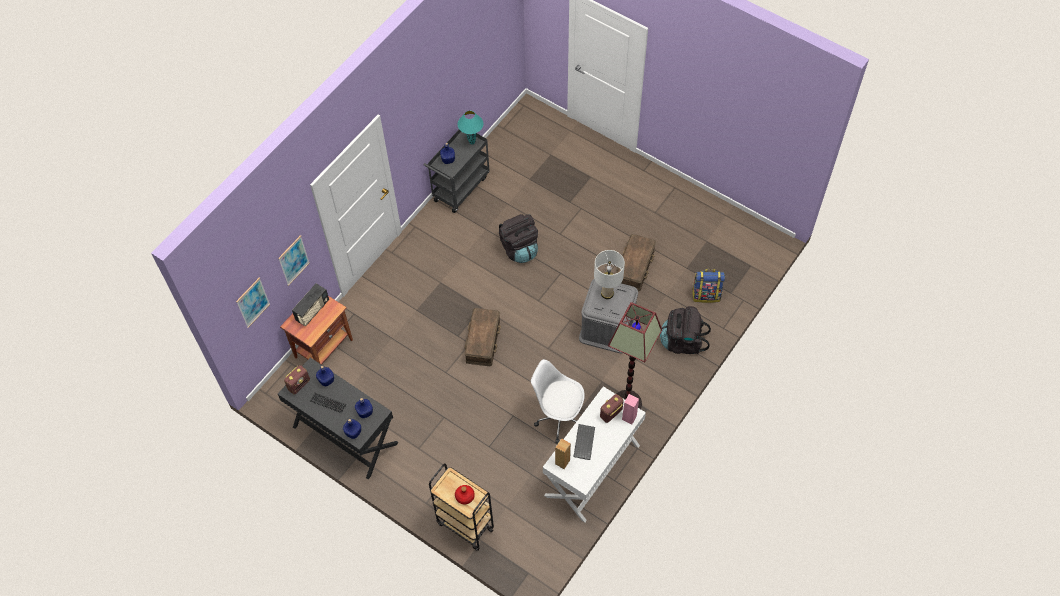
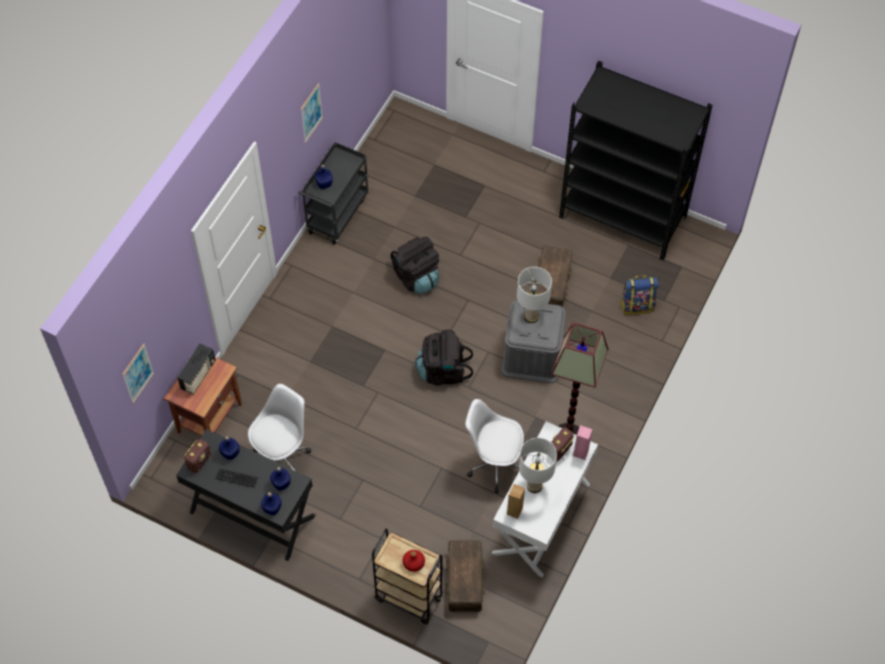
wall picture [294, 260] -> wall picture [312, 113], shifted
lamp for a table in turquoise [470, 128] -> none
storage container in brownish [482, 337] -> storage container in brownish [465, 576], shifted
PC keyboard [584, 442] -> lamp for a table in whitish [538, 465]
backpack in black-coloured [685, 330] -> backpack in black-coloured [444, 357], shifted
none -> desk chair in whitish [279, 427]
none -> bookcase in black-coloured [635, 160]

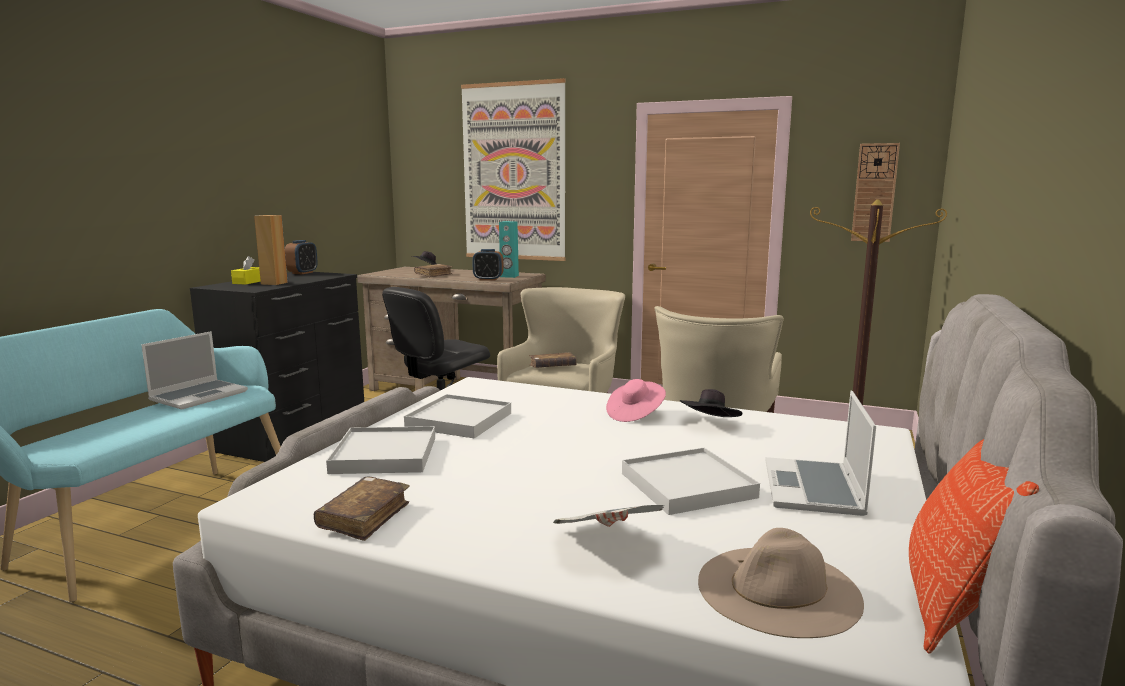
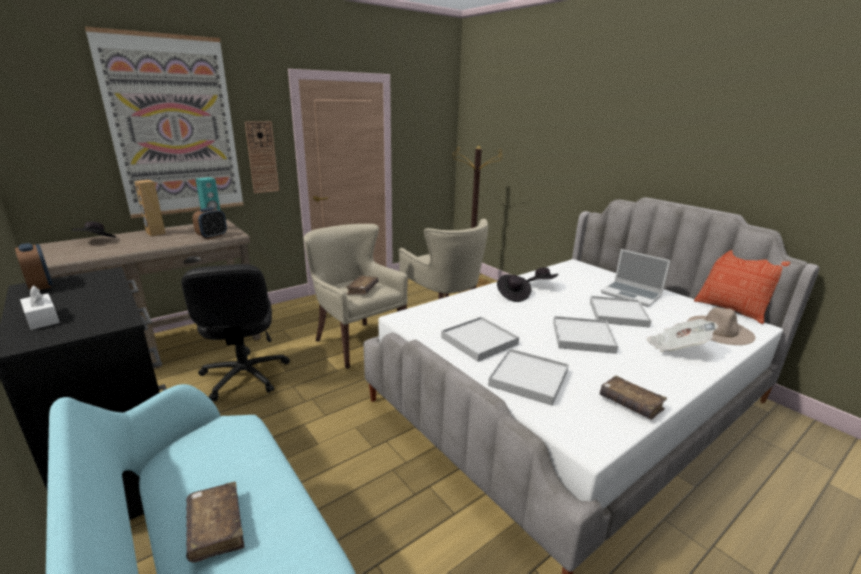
laptop [194, 370] -> none
box of tissues in yellowish [246, 270] -> box of tissues in whitish [40, 307]
speaker in brownish [271, 250] -> speaker in brownish [150, 208], shifted
volume in brownish [433, 270] -> volume in brownish [215, 522], shifted
hat in pinkish [636, 400] -> hat in black-coloured [514, 288]
clock on the wall [875, 192] -> clock on the wall [262, 157], shifted
none -> serving tray in whitish [585, 335]

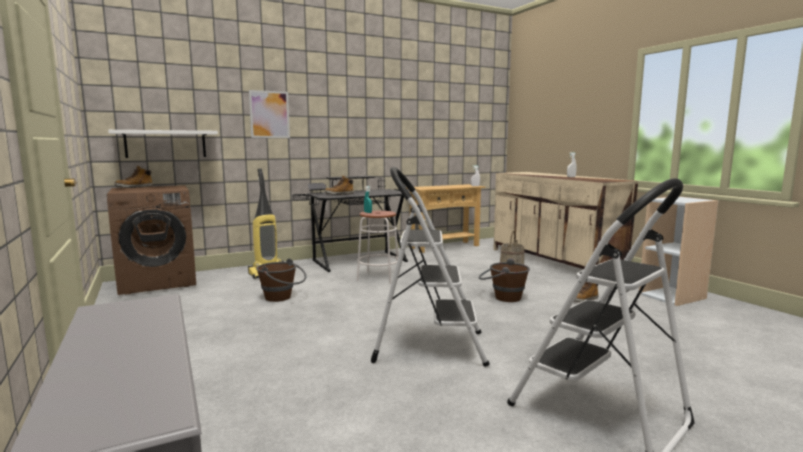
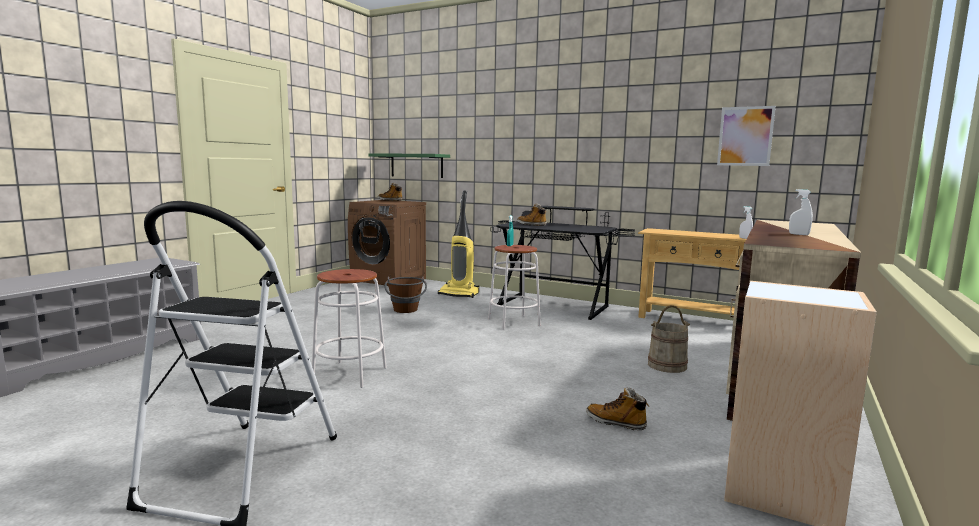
wall shelf in whitish [163, 144] -> wall shelf in green [409, 165]
wall picture [269, 114] -> wall picture [746, 136], shifted
step stool [430, 266] -> stool seat in whitish [349, 328]
water bucket in brownish [504, 280] -> none

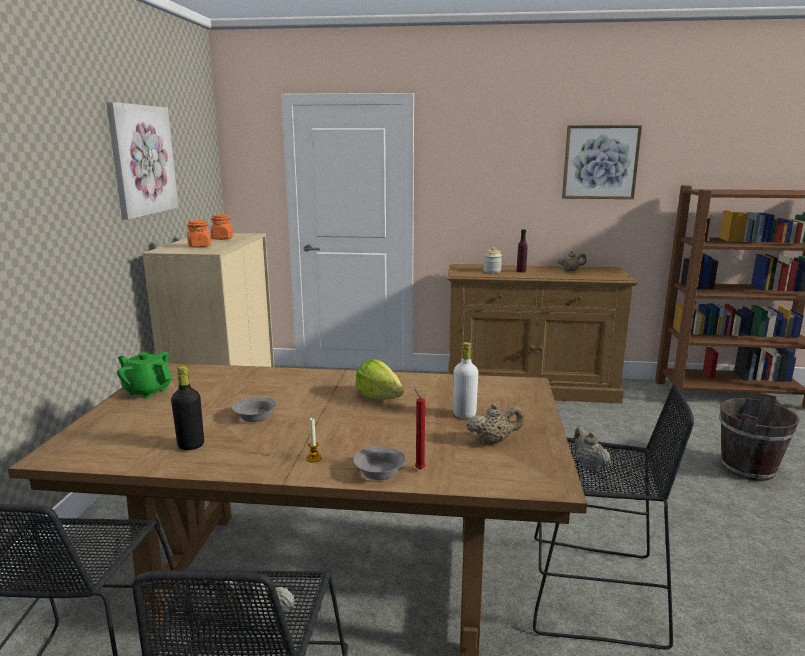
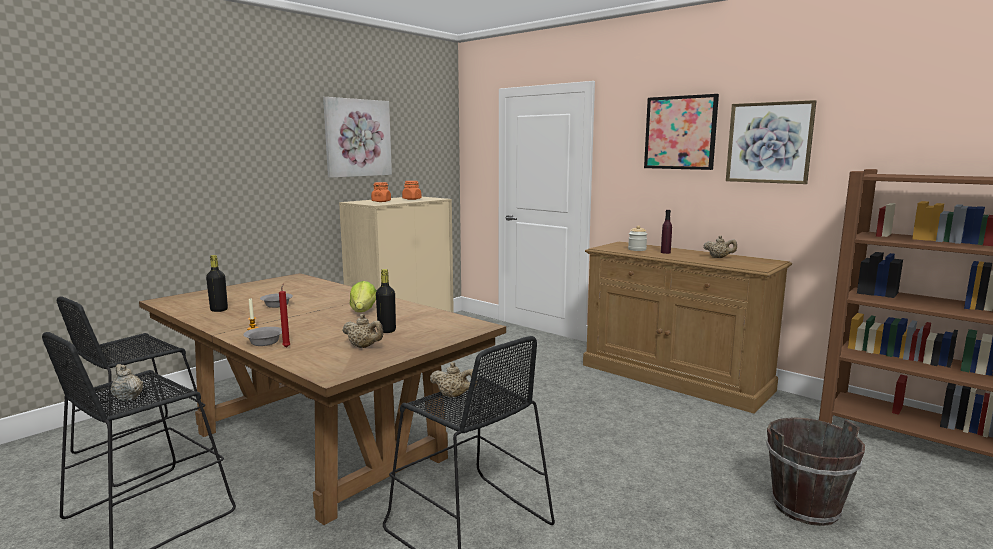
pot for tea in green [144, 375] -> none
bottle in whitish [466, 380] -> bottle in black-coloured [386, 301]
pot for tea in beige-coloured [592, 449] -> pot for tea in beige-coloured [453, 379], 90 degrees clockwise
none -> wall picture [681, 132]

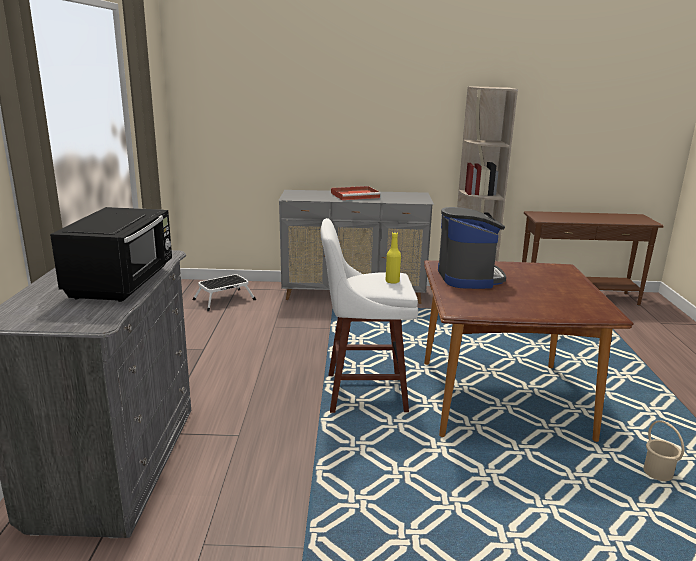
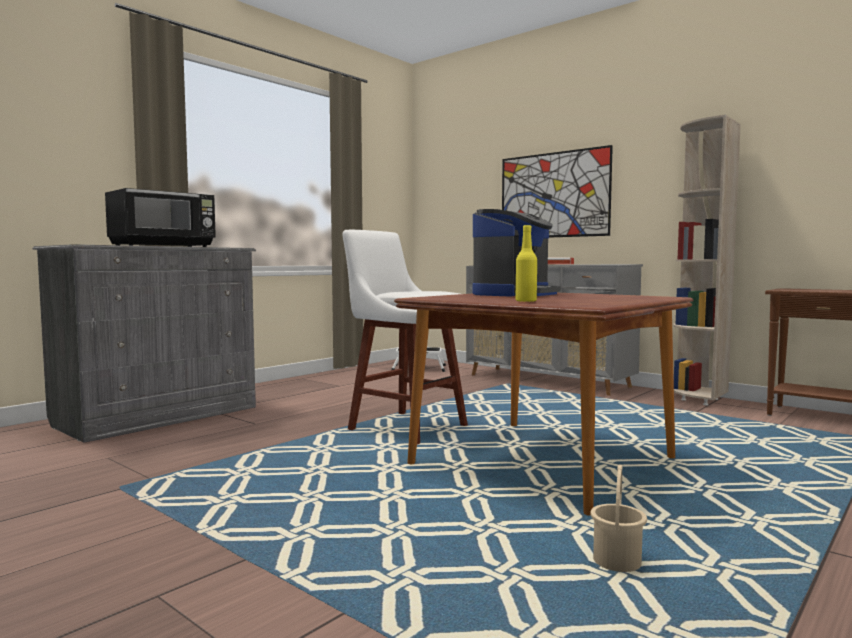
bottle in yellowish [393, 258] -> bottle in yellowish [526, 263], shifted
none -> wall picture [557, 191]

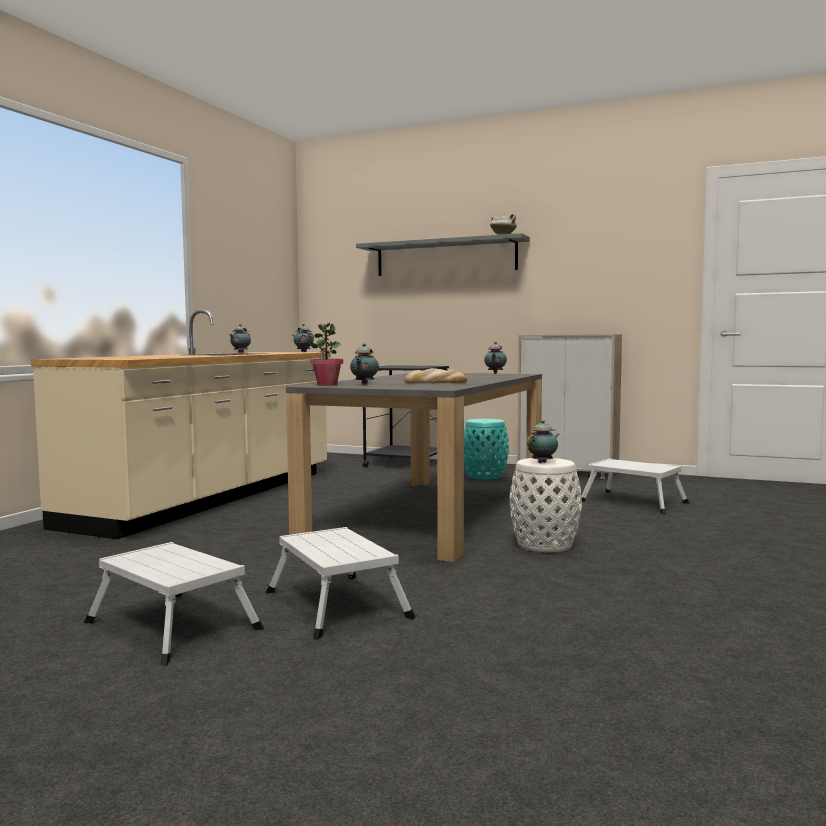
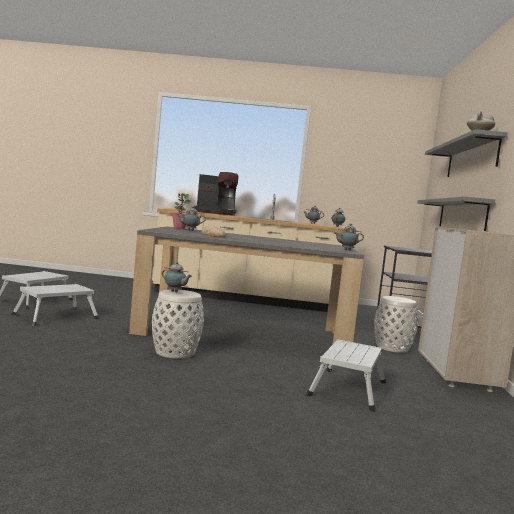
stool seat in turquoise [486, 449] -> stool seat in whitish [396, 324]
none -> coffee maker [216, 194]
none -> wall shelf in grey [456, 213]

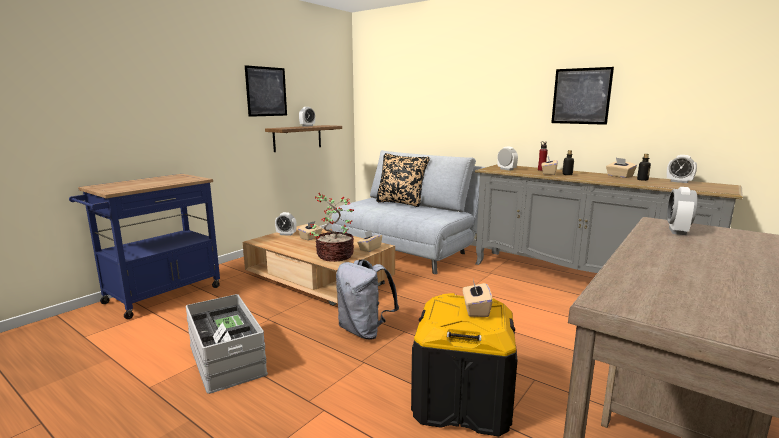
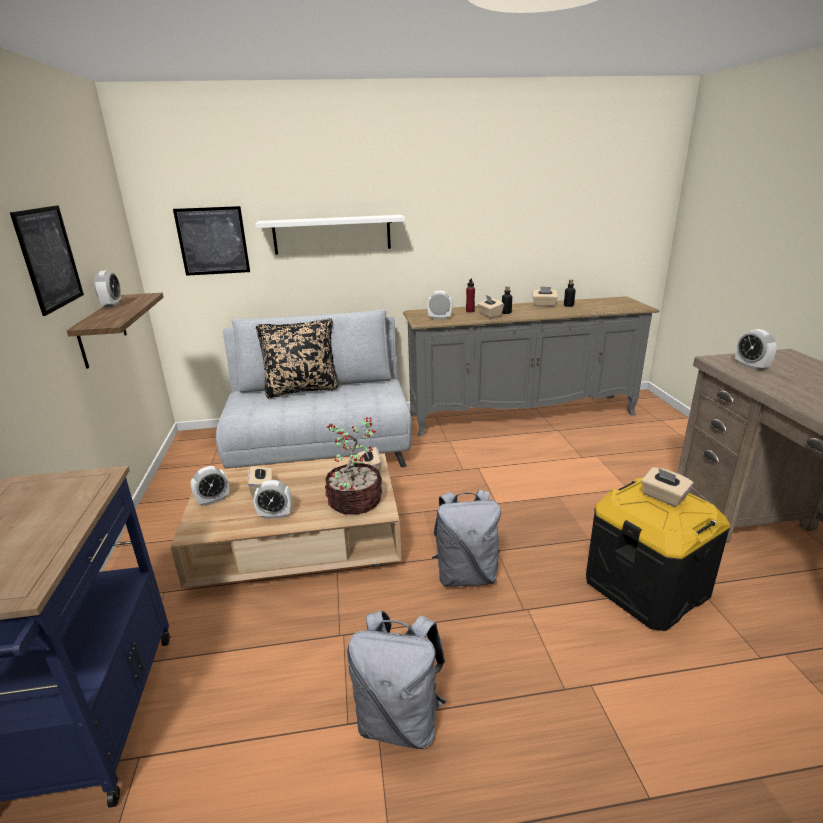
storage container in grey [227, 344] -> backpack in grey [396, 680]
wall picture [582, 96] -> wall picture [211, 241], shifted
alarm clock [682, 169] -> alarm clock [272, 499], shifted
none -> wall shelf in whitish [330, 235]

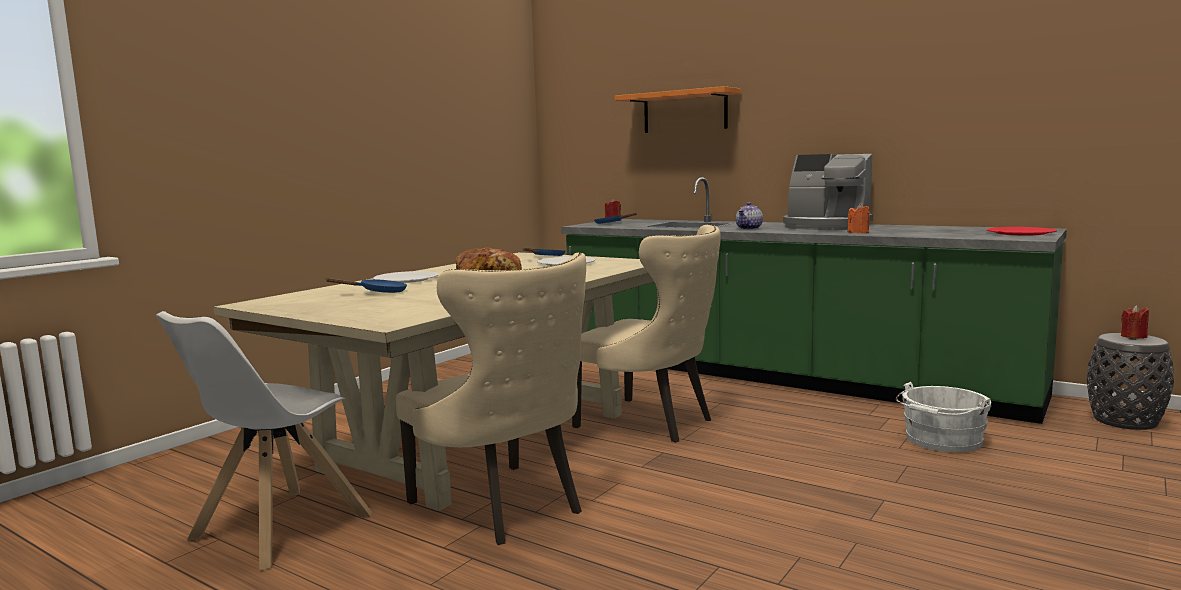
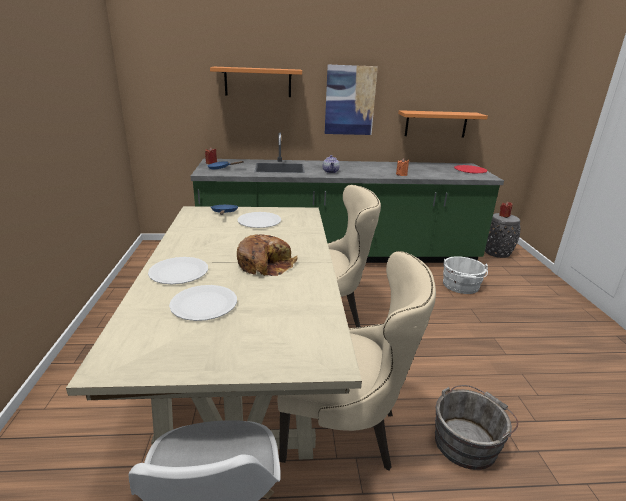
skillet in blue-coloured [366, 285] -> dinner plate in whitish [203, 303]
coffee maker [828, 192] -> none
none -> wall picture [351, 100]
none -> wall shelf in orange [443, 124]
none -> water bucket in grey [476, 427]

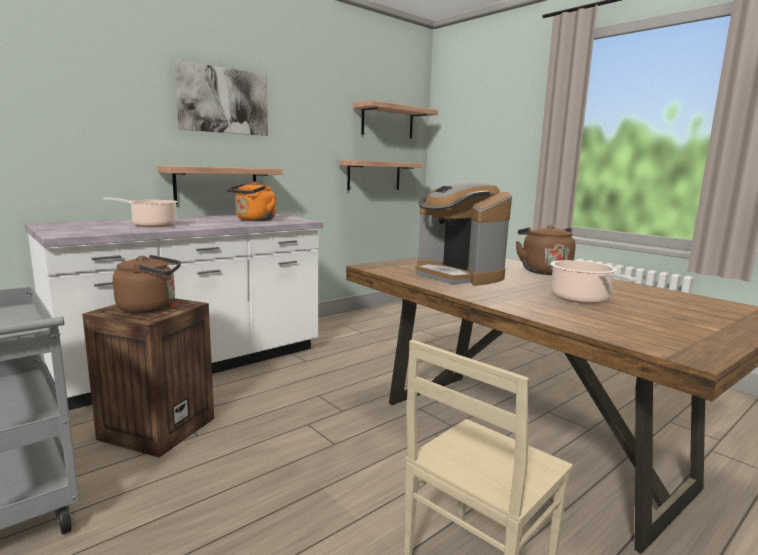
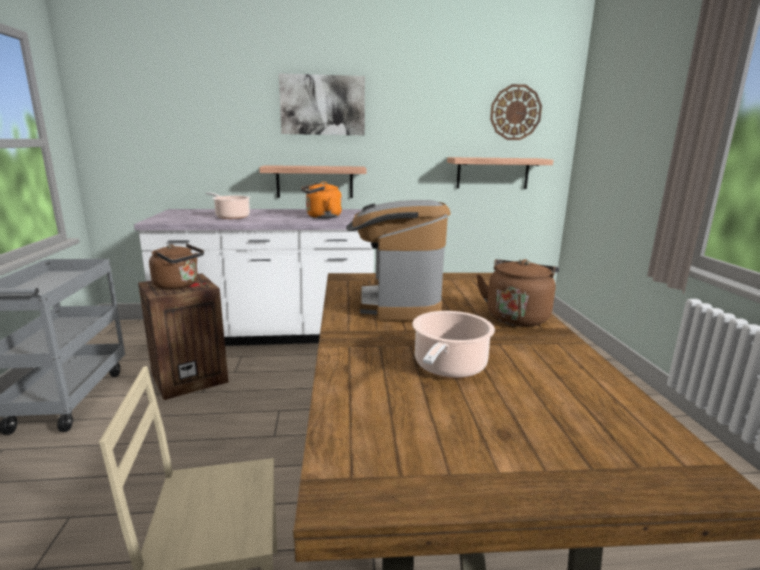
wall shelf [395, 119] -> clock on the wall [516, 112]

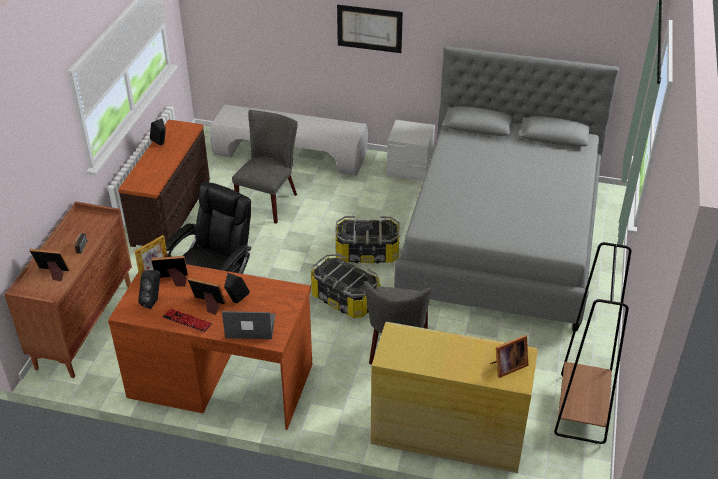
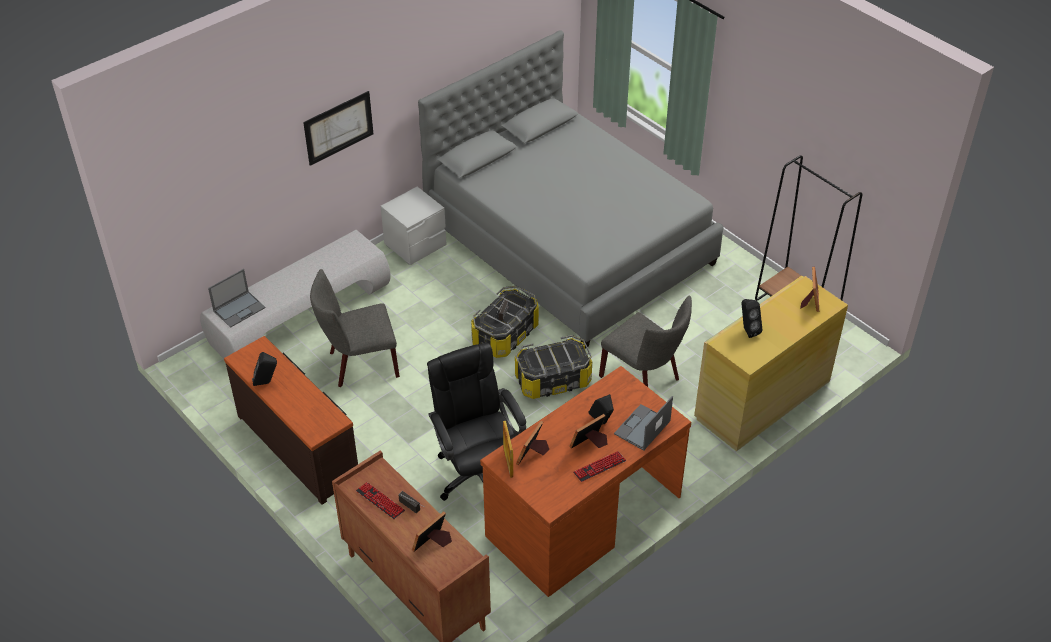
speaker in black-coloured [149, 289] -> speaker in black-coloured [751, 318], shifted
upright chair in grey [265, 167] -> upright chair in grey [355, 328], 75 degrees counterclockwise
none -> laptop [237, 298]
none -> PC keyboard [380, 500]

